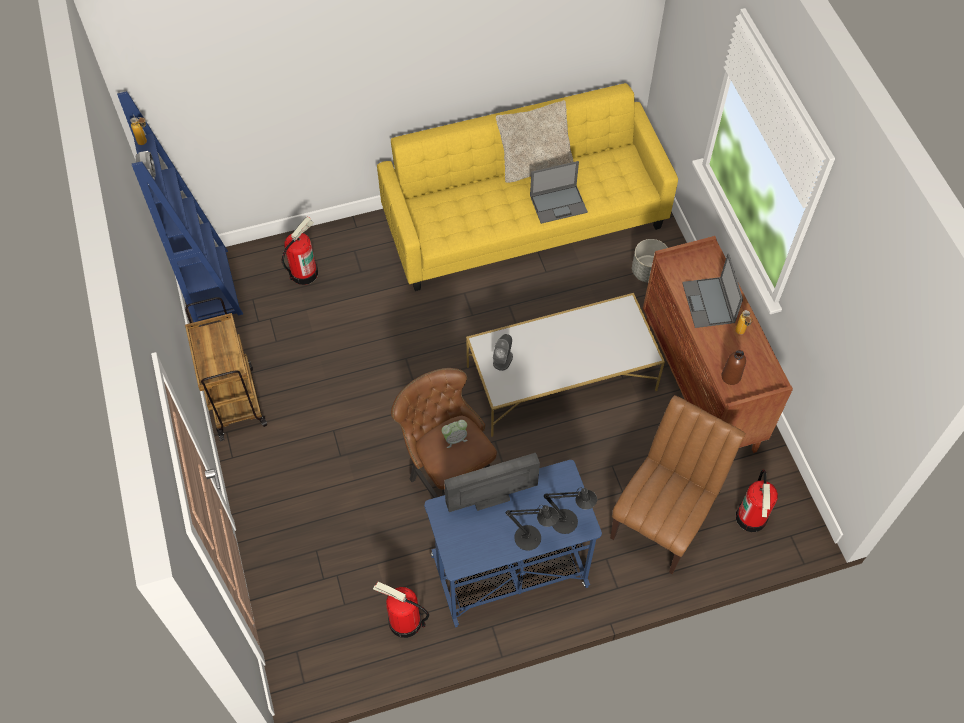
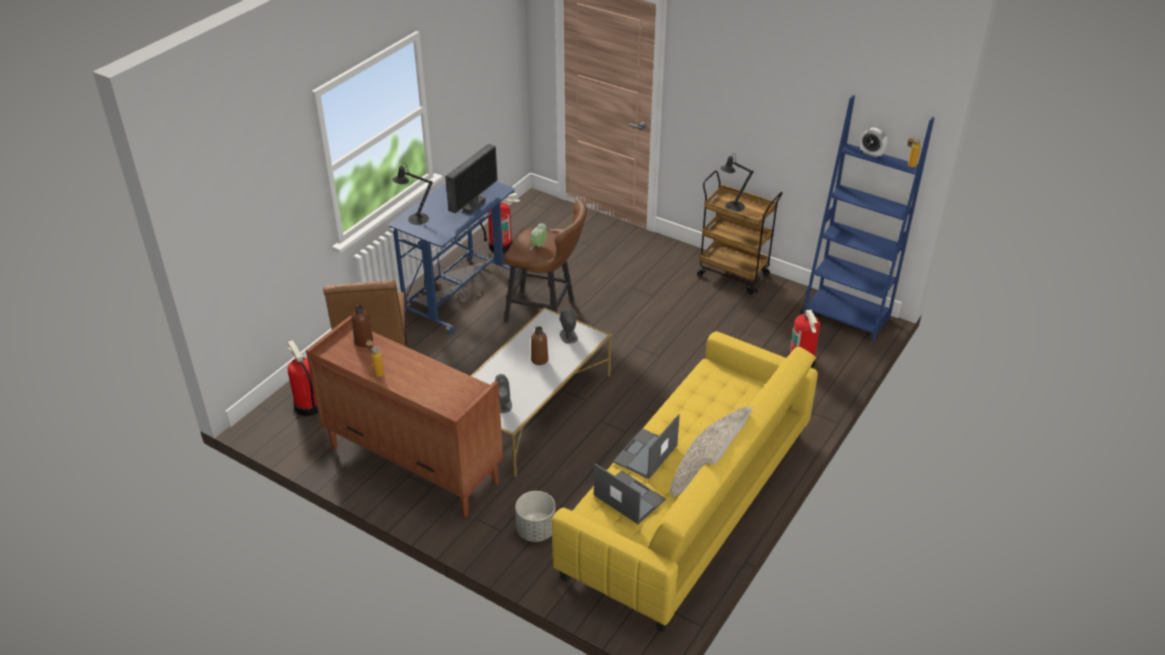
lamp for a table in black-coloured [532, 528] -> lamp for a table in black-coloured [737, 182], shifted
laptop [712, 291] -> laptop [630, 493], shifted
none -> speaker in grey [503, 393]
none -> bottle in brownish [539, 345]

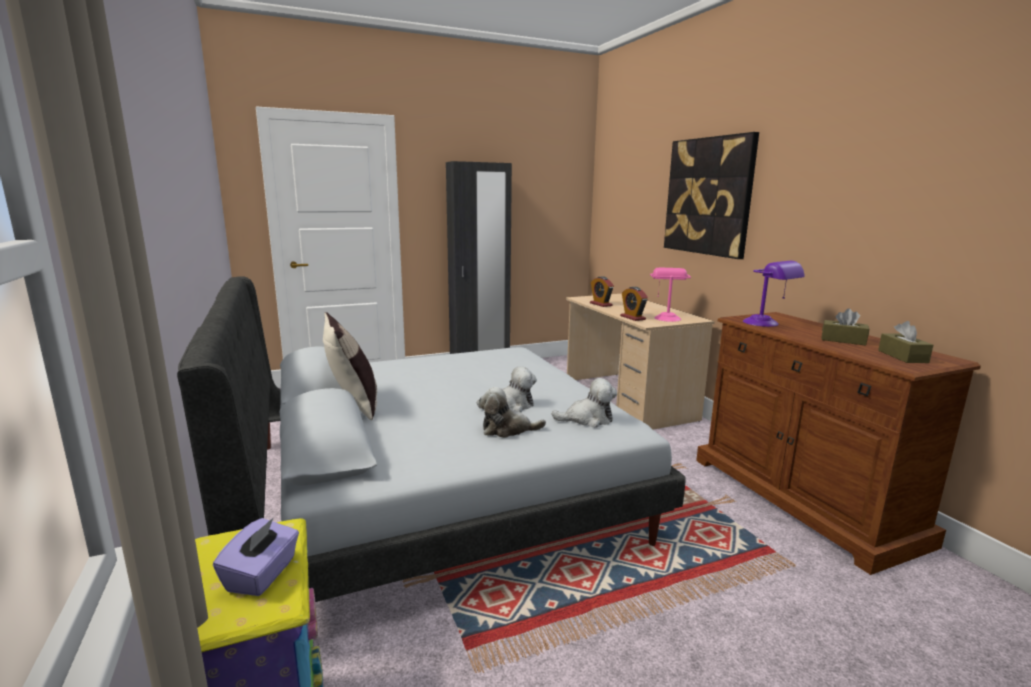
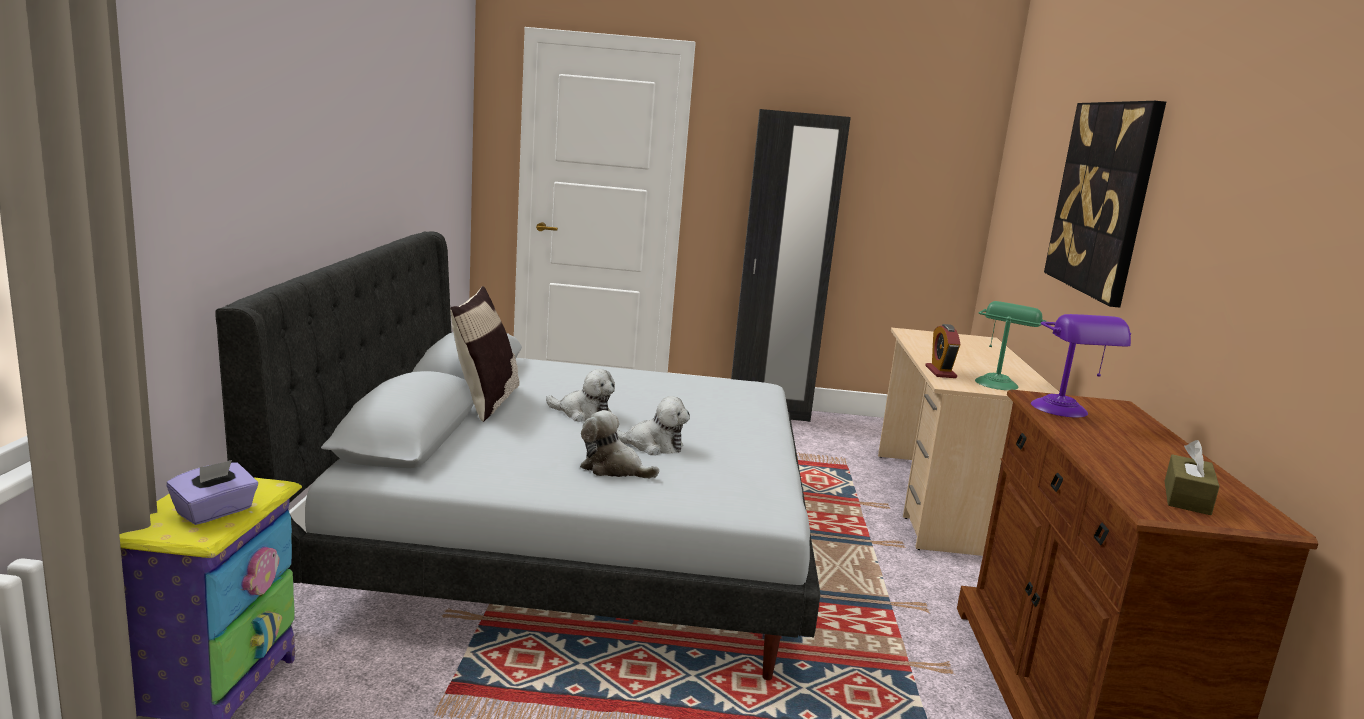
cuddly toy [584, 403] -> cuddly toy [580, 395], shifted
alarm clock [602, 291] -> none
lamp for a table in pinkish [670, 295] -> lamp for a table in green [1010, 345]
box of tissues in brownish [845, 327] -> none

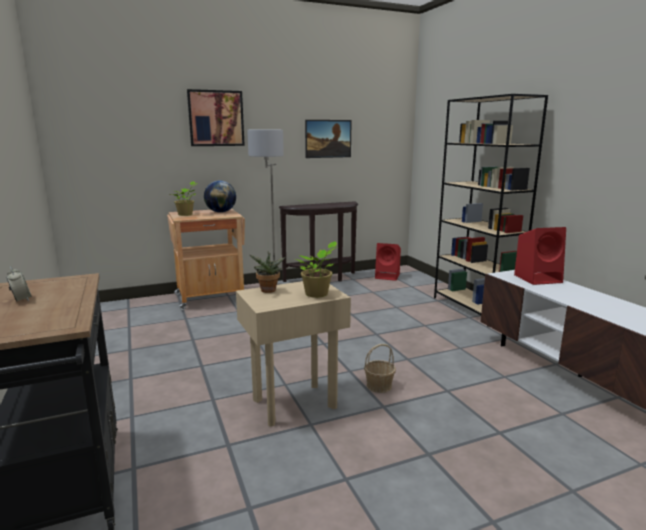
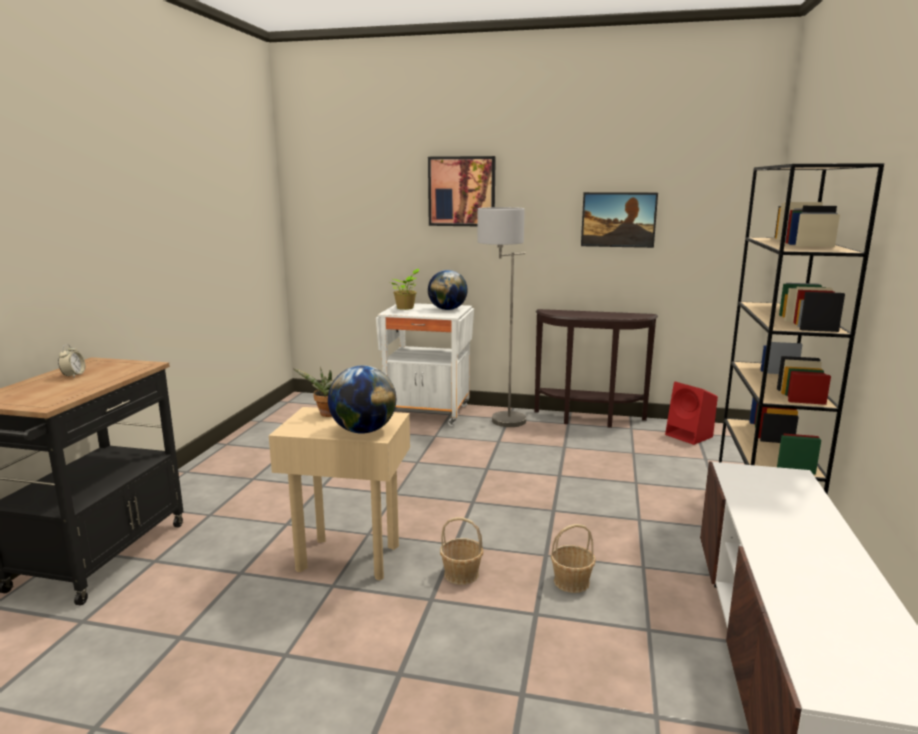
wheeled cart in brownish [206, 259] -> wheeled cart in whitish [425, 364]
potted plant [316, 269] -> world globe [362, 399]
speaker in red-coloured [540, 256] -> none
none -> storage basket [573, 558]

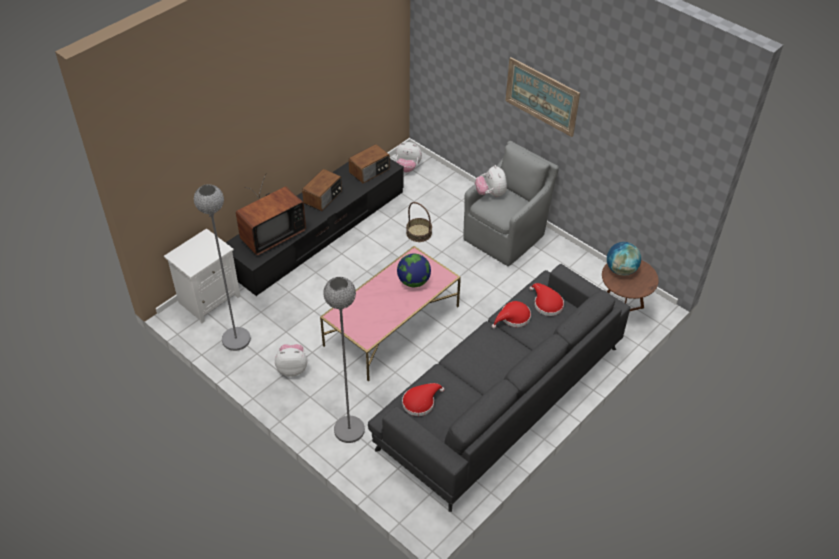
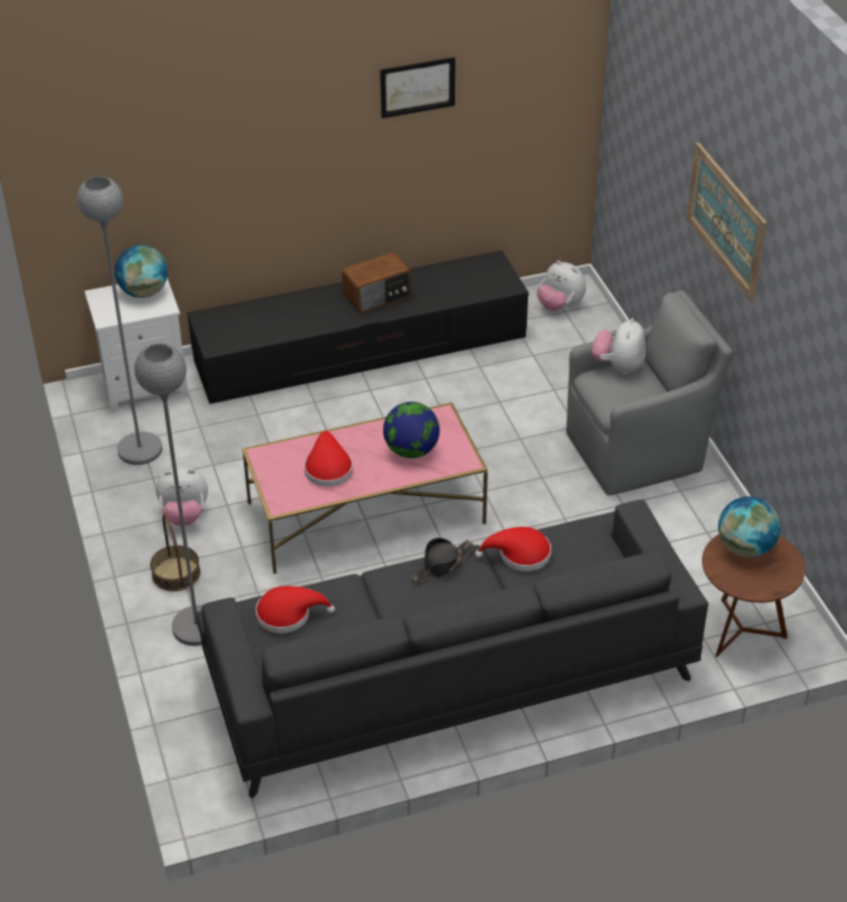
TV [271, 214] -> none
cuddly toy [291, 360] -> cuddly toy [182, 496], 150 degrees clockwise
radio receiver [369, 163] -> none
storage basket [419, 222] -> storage basket [175, 552], shifted
hat in red-coloured [546, 299] -> hat in red-coloured [328, 458], shifted
none -> world globe [141, 271]
none -> wall picture [417, 87]
none -> hat in black-coloured [441, 560]

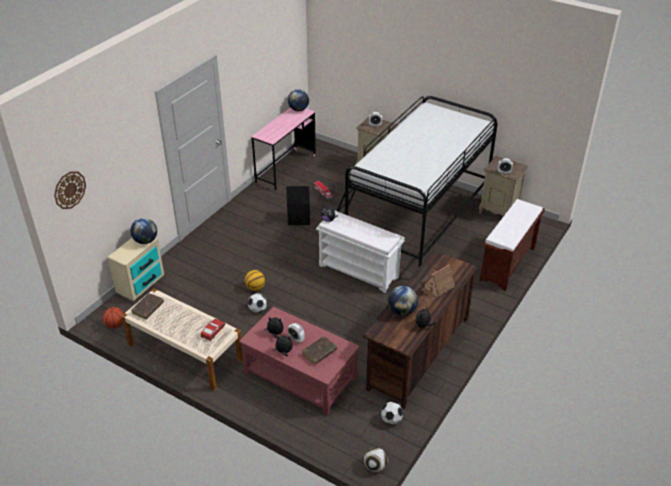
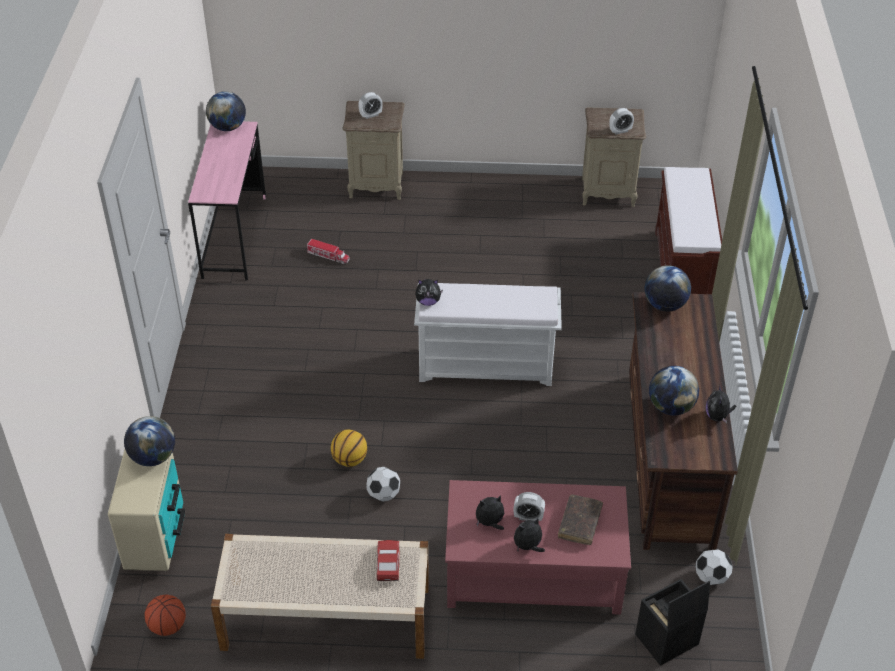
clock on the wall [70, 190] -> none
volume in brownish [147, 306] -> none
storage container in black-coloured [298, 205] -> storage container in black-coloured [672, 622], shifted
bed in black-coloured [417, 182] -> none
football ball [376, 459] -> none
toy house [438, 281] -> none
none -> world globe [668, 288]

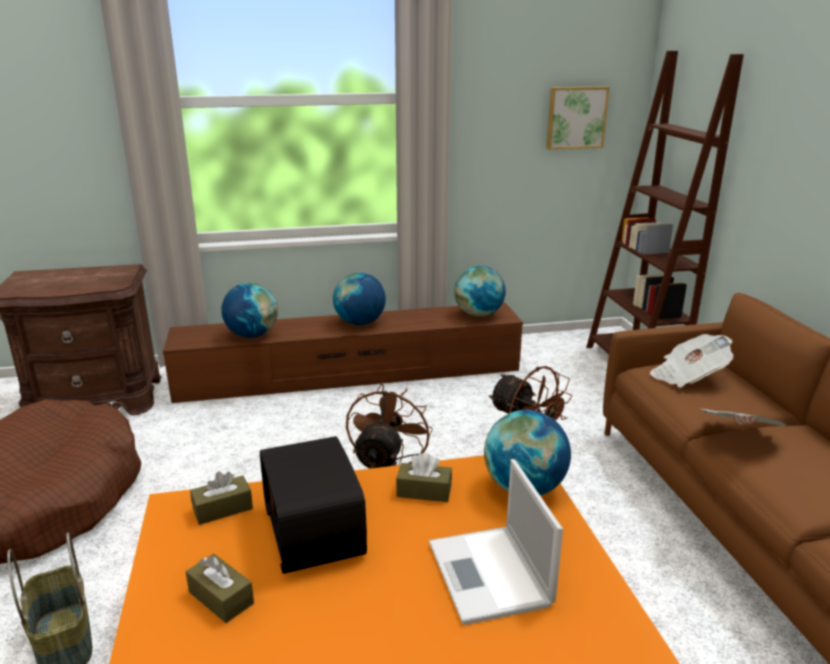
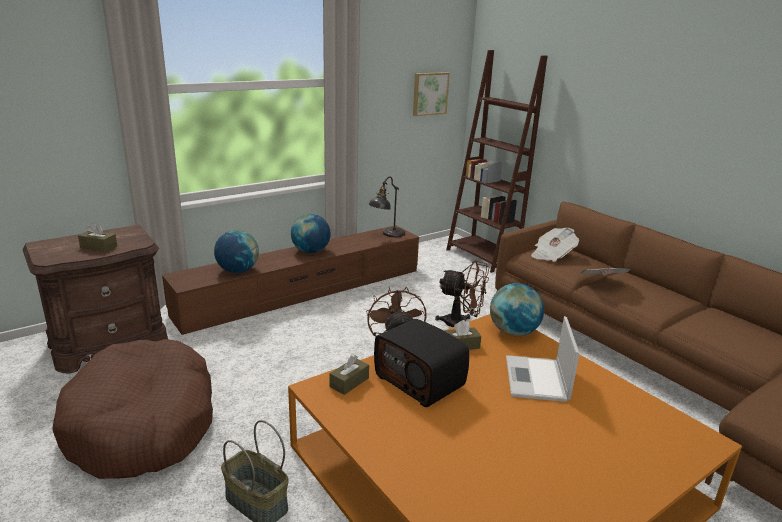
box of tissues in brownish [220, 588] -> box of tissues in brownish [97, 237], shifted
laptop [496, 542] -> laptop [543, 359], 45 degrees clockwise
world globe [480, 291] -> lamp for a table in grey [386, 206]

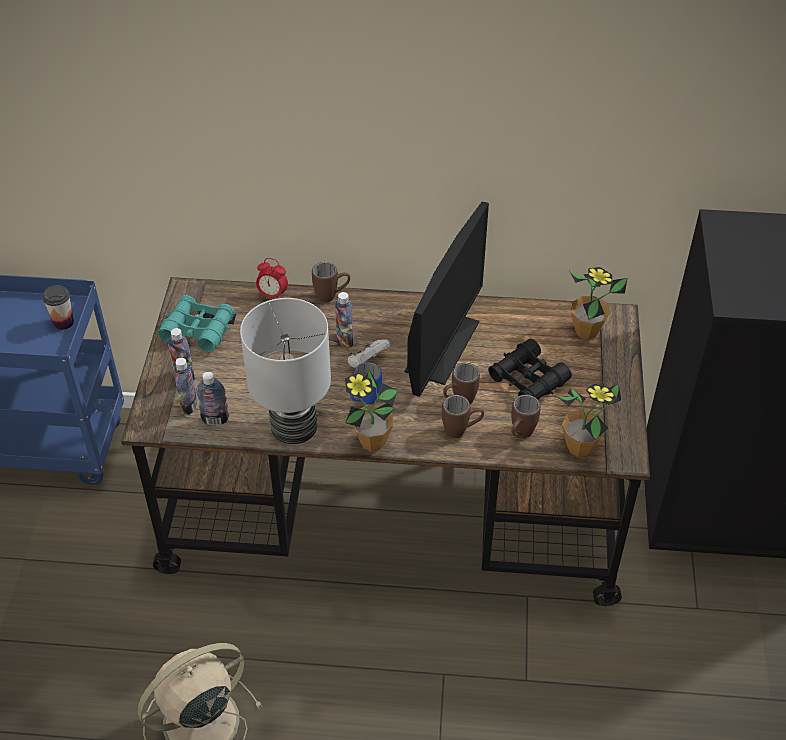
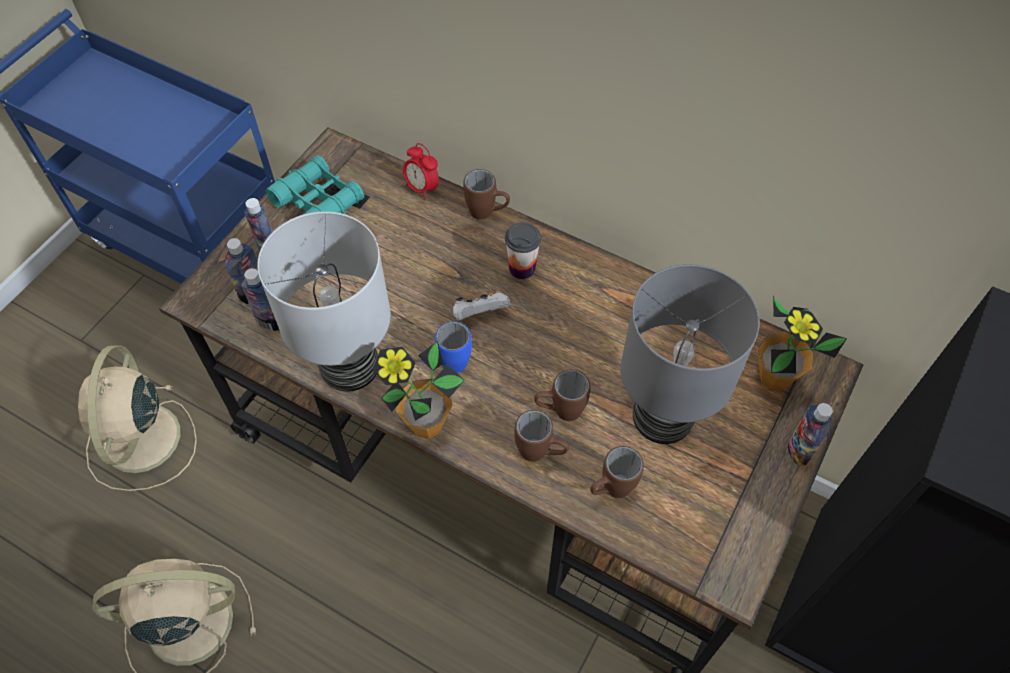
small cup [58, 307] -> small cup [523, 250], shifted
bottle [344, 320] -> bottle [810, 434], shifted
computer display [446, 299] -> none
pair of binoculars in black-coloured [530, 369] -> lamp for a table in grey [690, 354]
potted plant [588, 420] -> none
none -> cooling fan in beige-coloured [137, 418]

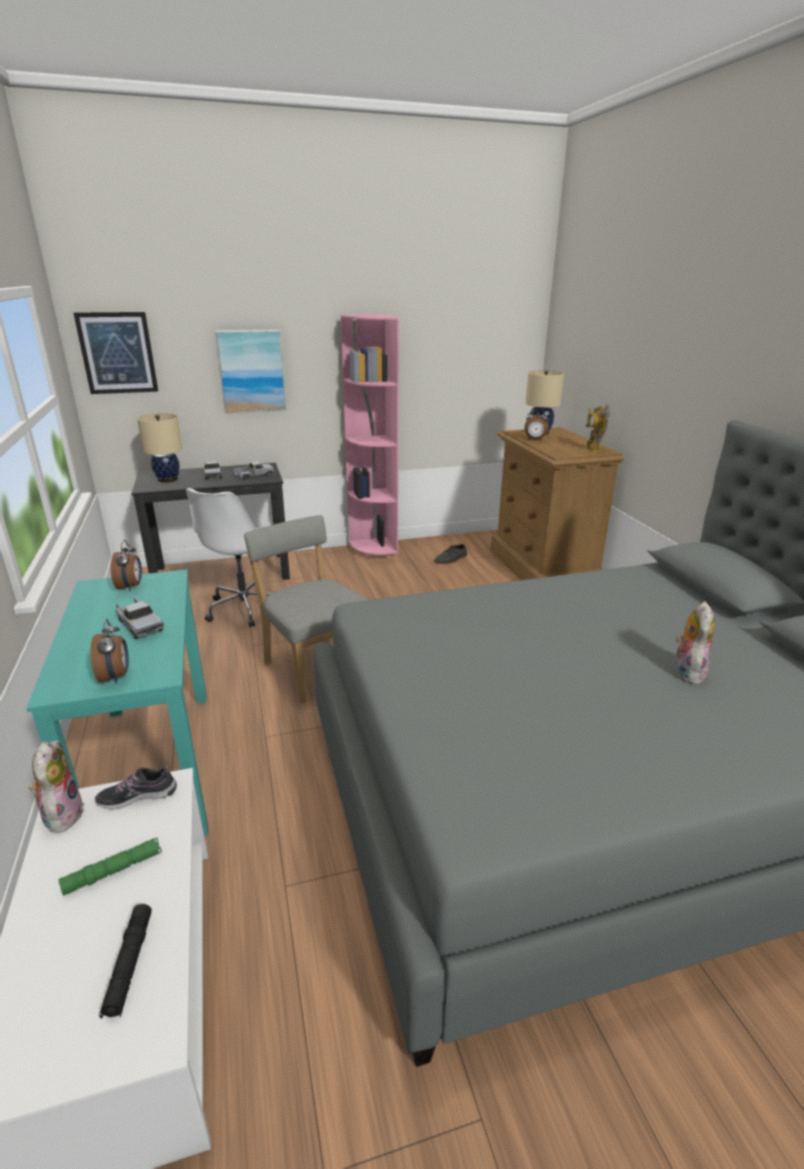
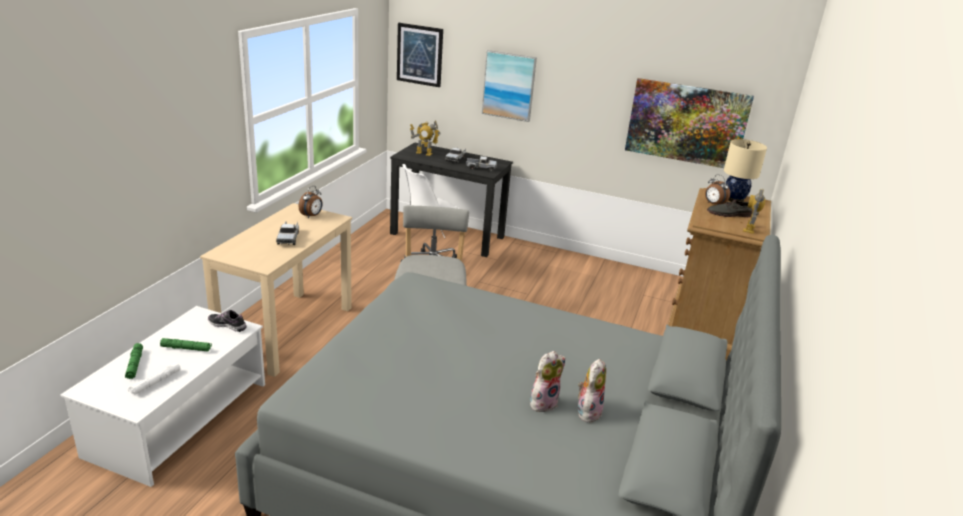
desk unit in turquoise [117, 702] -> desk unit in beige-coloured [276, 290]
cuddly toy [56, 787] -> cuddly toy [592, 390], shifted
alarm clock [110, 651] -> none
hand torch in black-coloured [125, 961] -> hand torch in whitish [154, 379]
lamp for a table in beige-coloured [159, 448] -> toy robot [425, 138]
bookcase in pinkish [370, 436] -> none
shoe in grey [450, 554] -> shoe in grey [729, 208], shifted
none -> hand torch in green [134, 361]
none -> wall picture [689, 123]

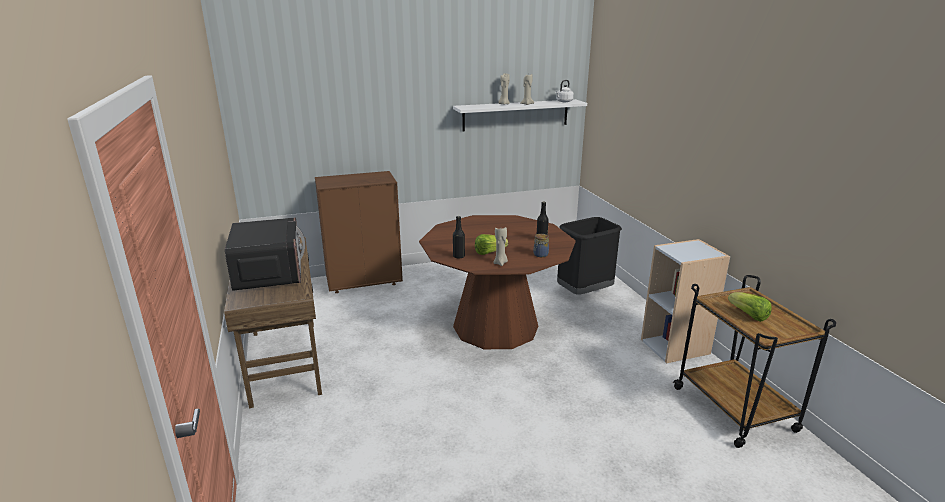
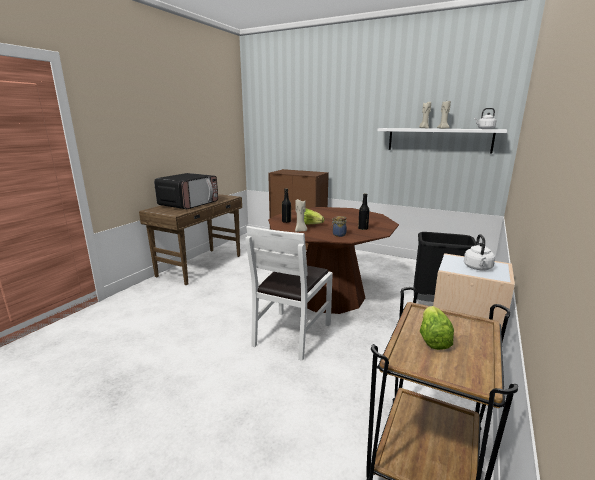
none -> upright chair in whitish [289, 293]
none -> kettle in whitish [479, 252]

